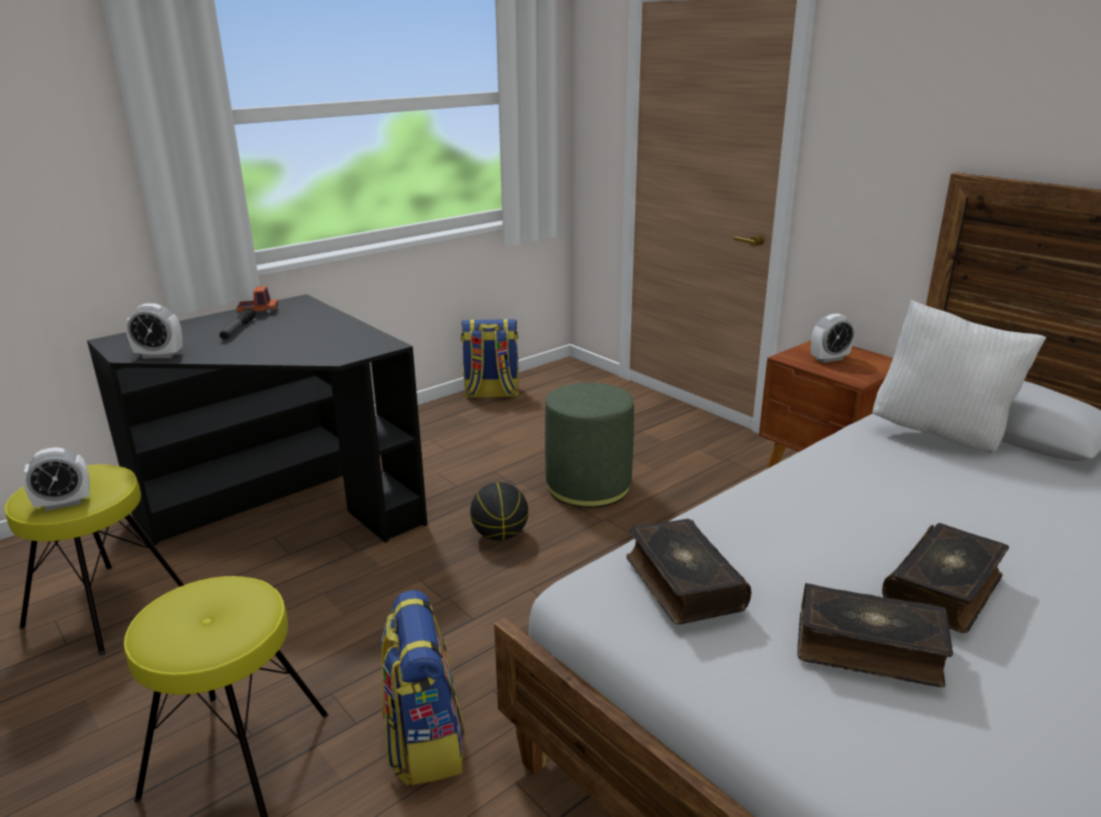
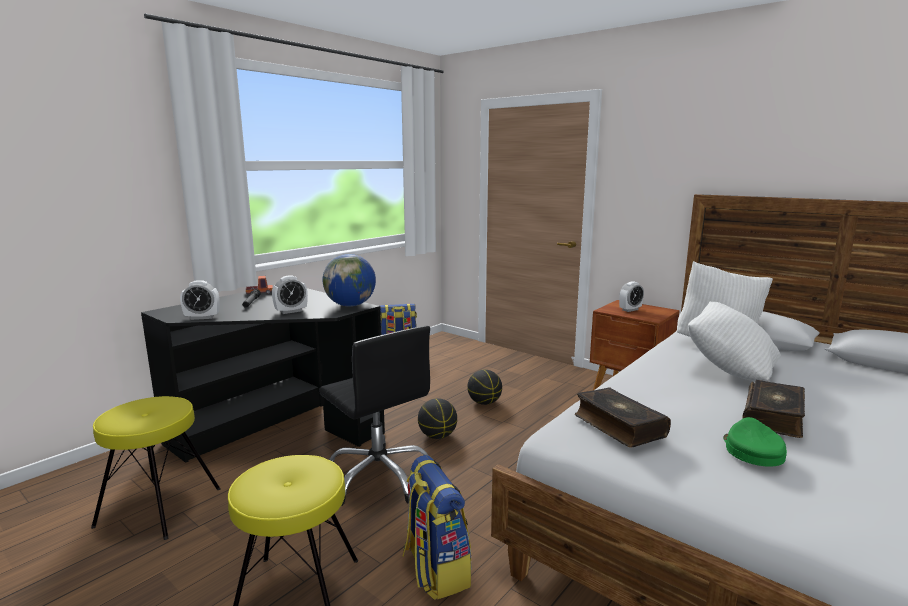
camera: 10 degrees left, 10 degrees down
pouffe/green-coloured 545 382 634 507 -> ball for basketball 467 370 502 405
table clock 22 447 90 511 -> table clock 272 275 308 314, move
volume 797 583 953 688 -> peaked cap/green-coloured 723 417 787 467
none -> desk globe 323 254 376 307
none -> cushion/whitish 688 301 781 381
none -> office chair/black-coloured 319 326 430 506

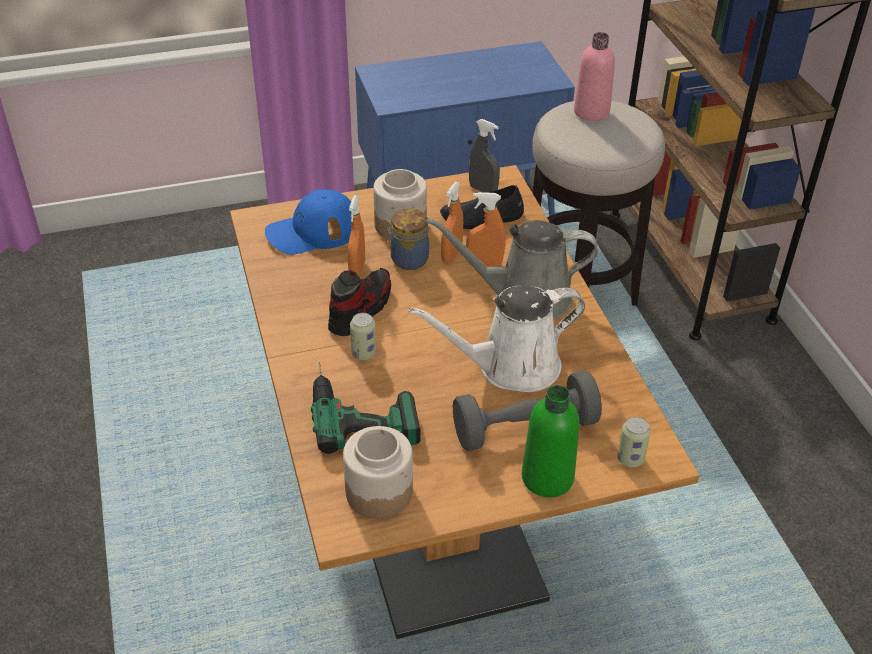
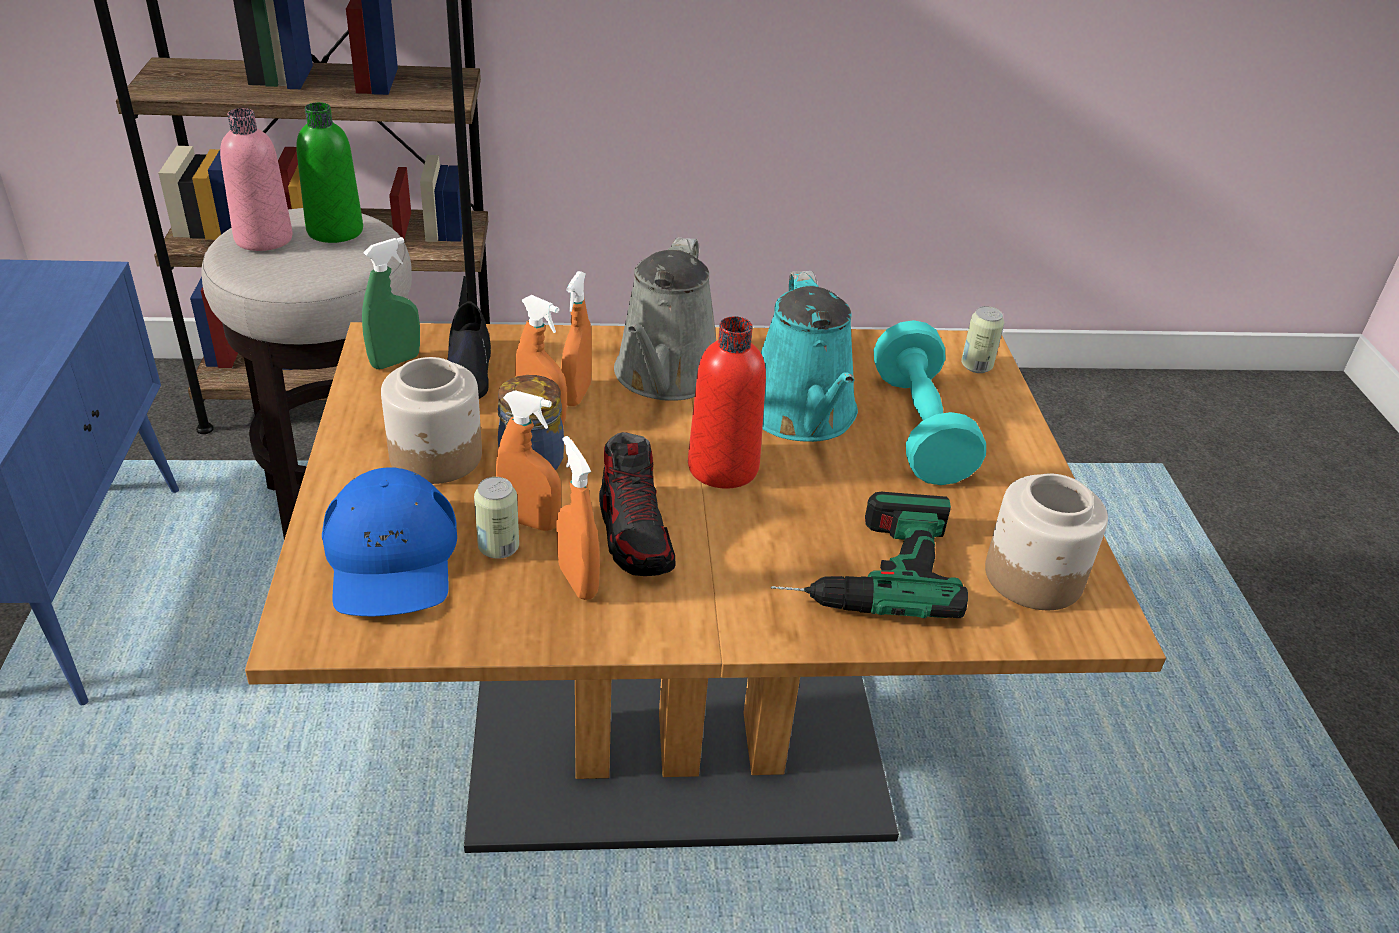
camera: 80 degrees left, 5 degrees down
sprayer/grey 469 119 500 193 -> sprayer/green-coloured 362 237 420 369
shoe 328 268 391 336 -> shoe 599 432 675 576, 150 degrees counterclockwise
sprinkling can/whitish 408 285 585 392 -> sprinkling can/turquoise-coloured 761 271 858 442
sealed can 350 313 376 360 -> sealed can 474 477 519 559, move
dumbbell/grey 453 370 602 451 -> dumbbell/turquoise-coloured 874 320 986 485
bottle/green-coloured 522 385 580 497 -> bottle/green-coloured 296 102 363 243, move
none -> bottle/reddish 688 316 766 488
none -> sprayer/orange-coloured 556 436 600 600

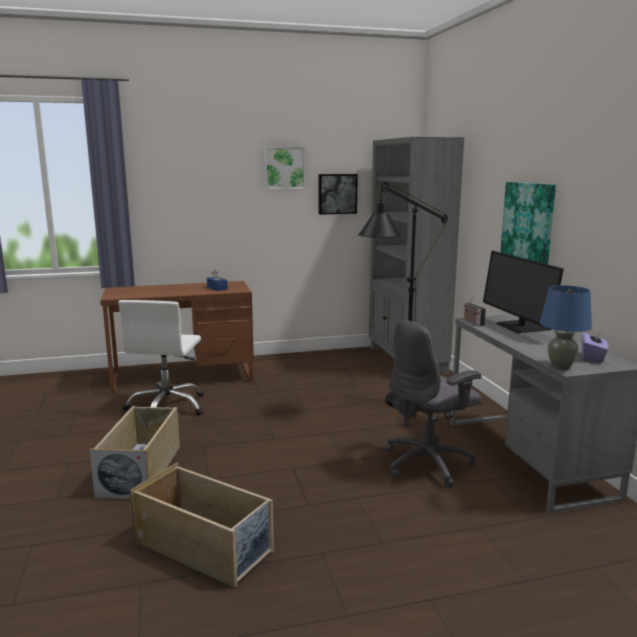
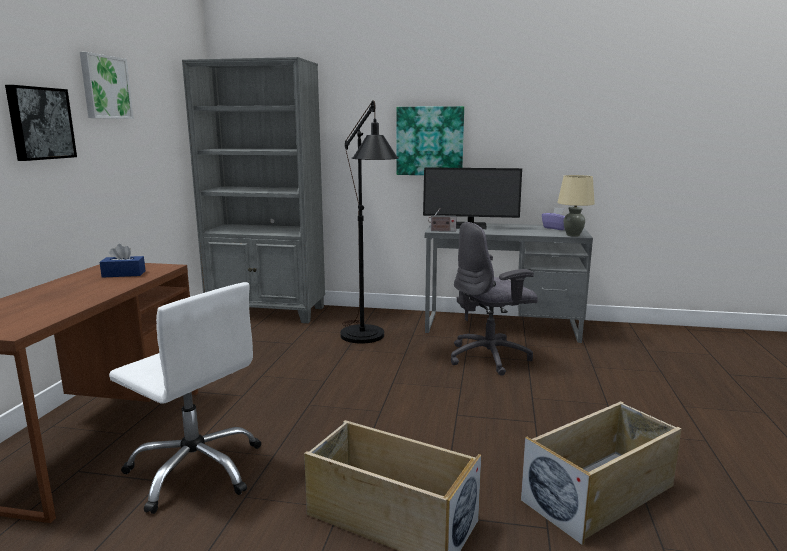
camera: 65 degrees left, 0 degrees up
picture 319 174 358 215 -> picture 5 85 77 161, move
table lamp/blue 540 285 592 370 -> table lamp/beige-coloured 557 175 595 237
office chair/grey 385 320 482 488 -> office chair/grey 451 222 538 376, 75 degrees clockwise

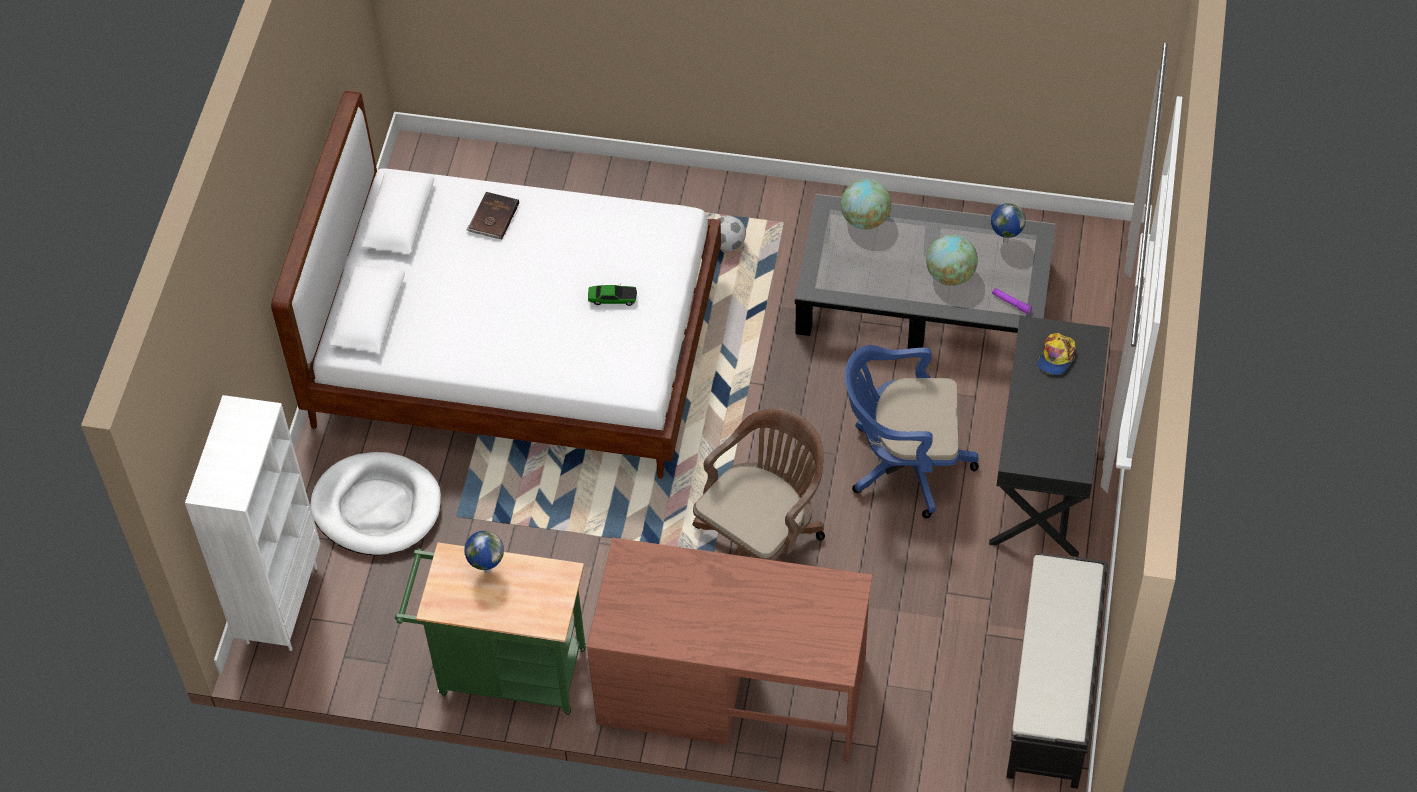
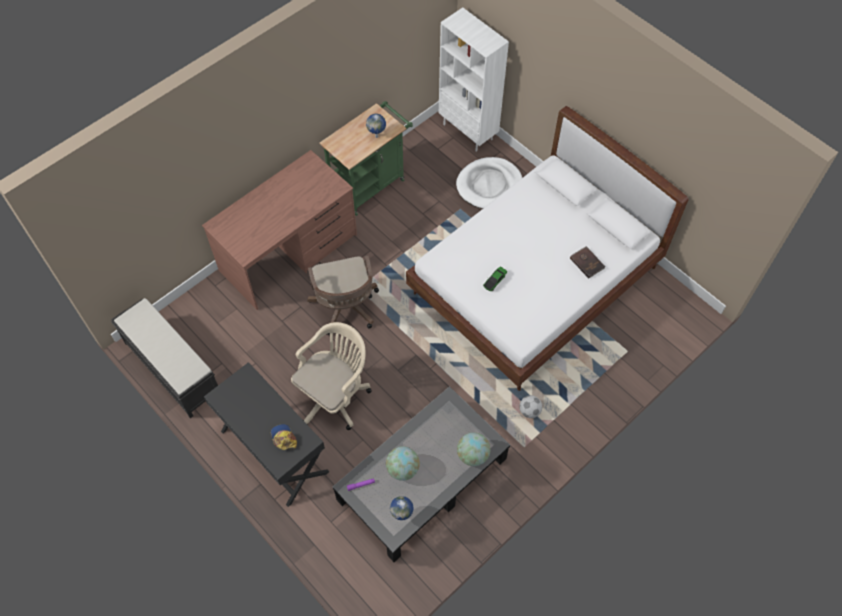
camera: 125 degrees right, 5 degrees up
office chair/blue 845 345 979 519 -> office chair/beige-coloured 291 322 371 430

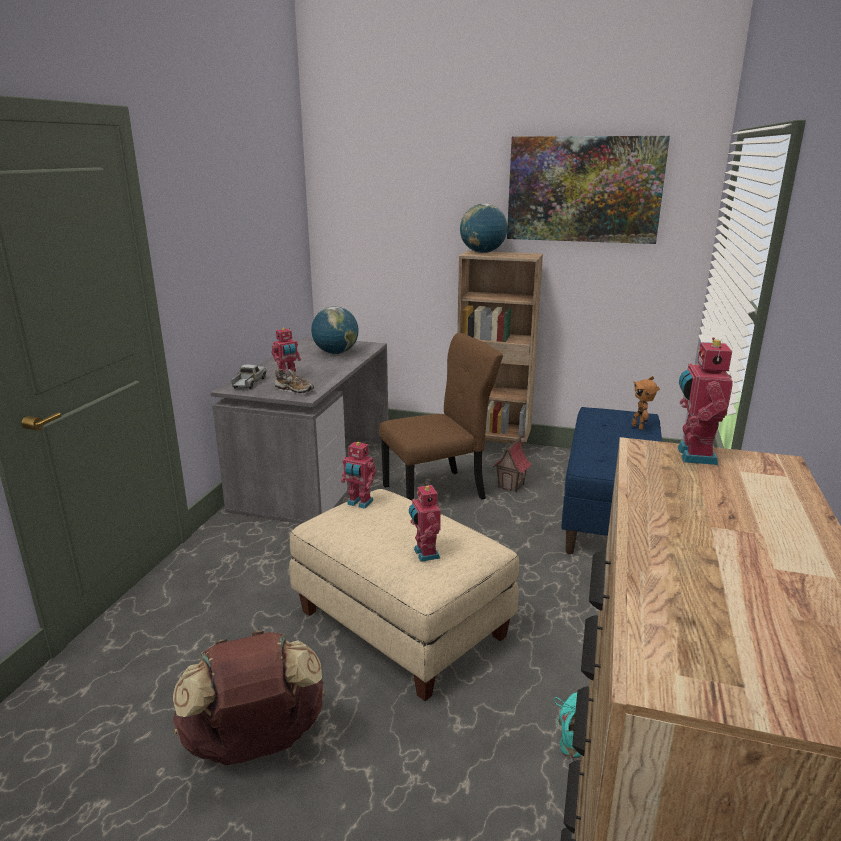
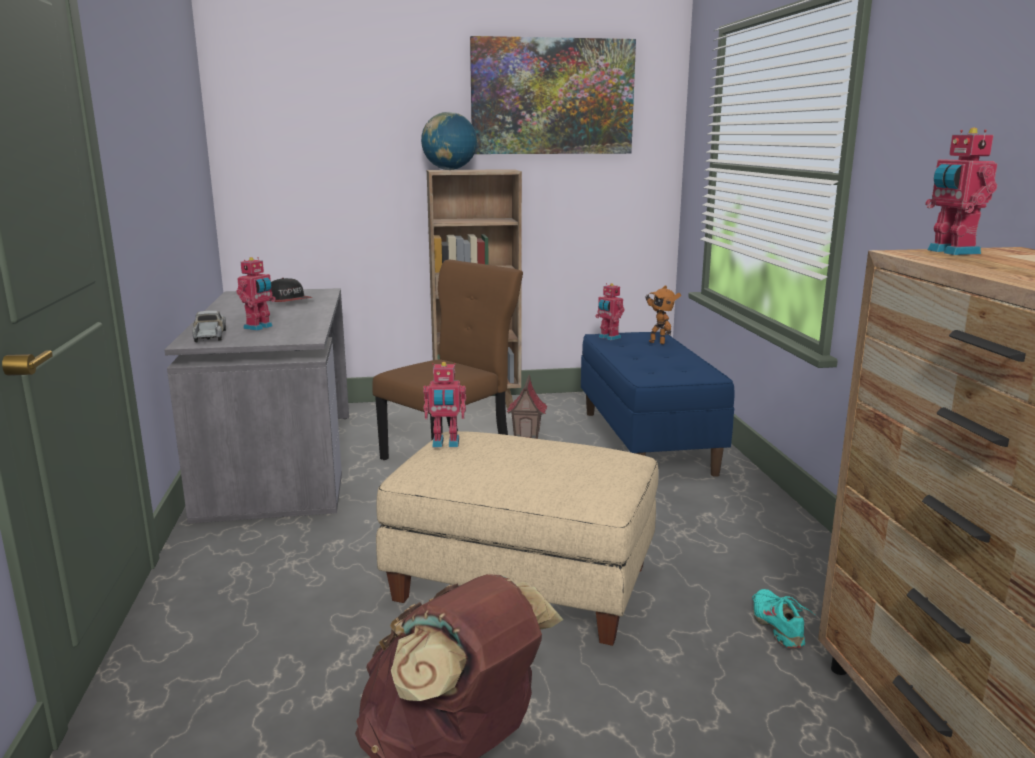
camera: 25 degrees left, 5 degrees down
desk globe 311 306 359 354 -> peaked cap 270 278 313 302
shoe 275 369 314 394 -> none
model robot 409 483 441 562 -> model robot 595 283 625 340, move

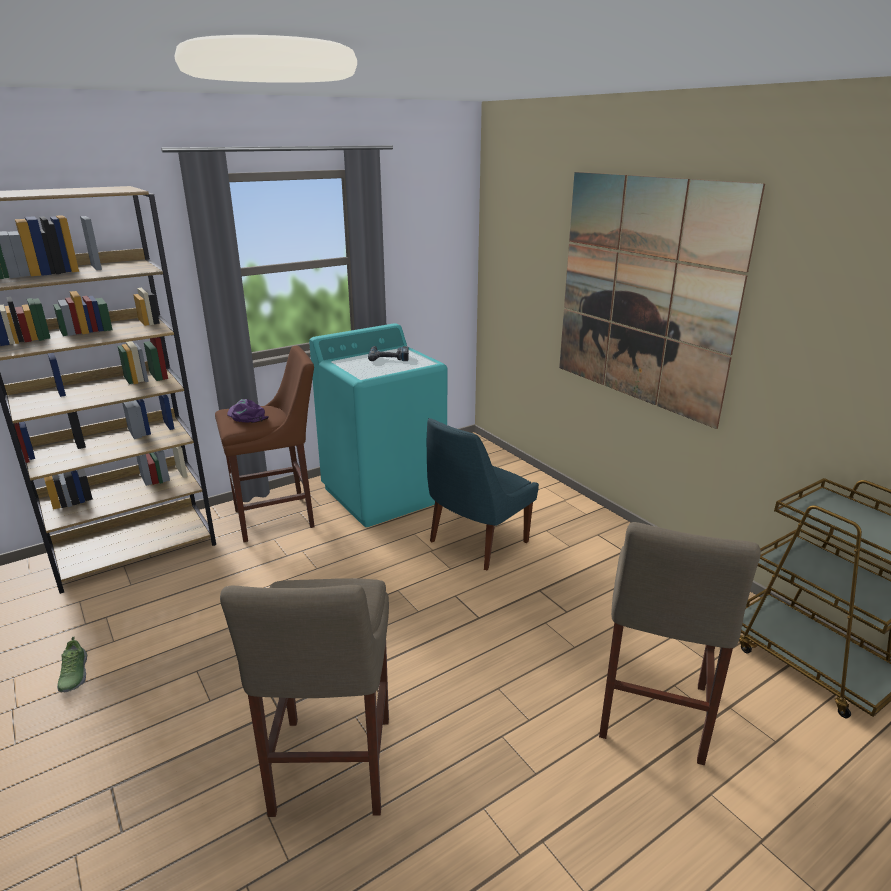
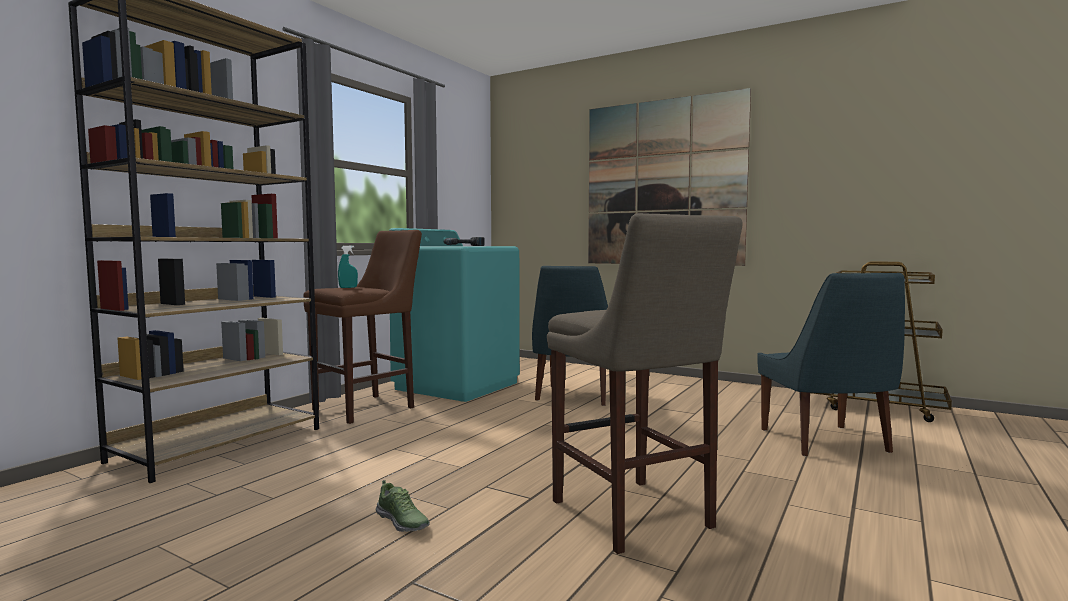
camera: 25 degrees left, 20 degrees down
peaked cap/purplish 227 399 269 423 -> sprayer/turquoise-coloured 338 246 358 288
stool seat/beige-coloured 599 522 761 765 -> upright chair/blue 757 273 905 456
shoe 57 637 87 692 -> shoe 376 480 430 532, move

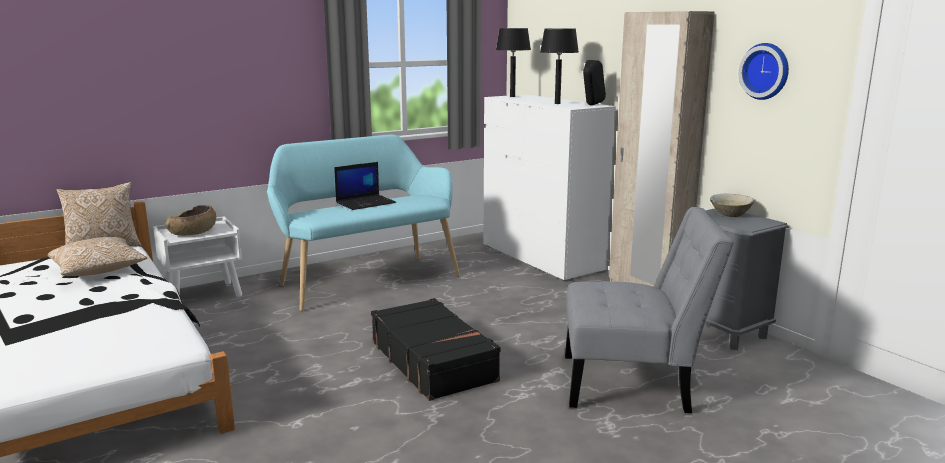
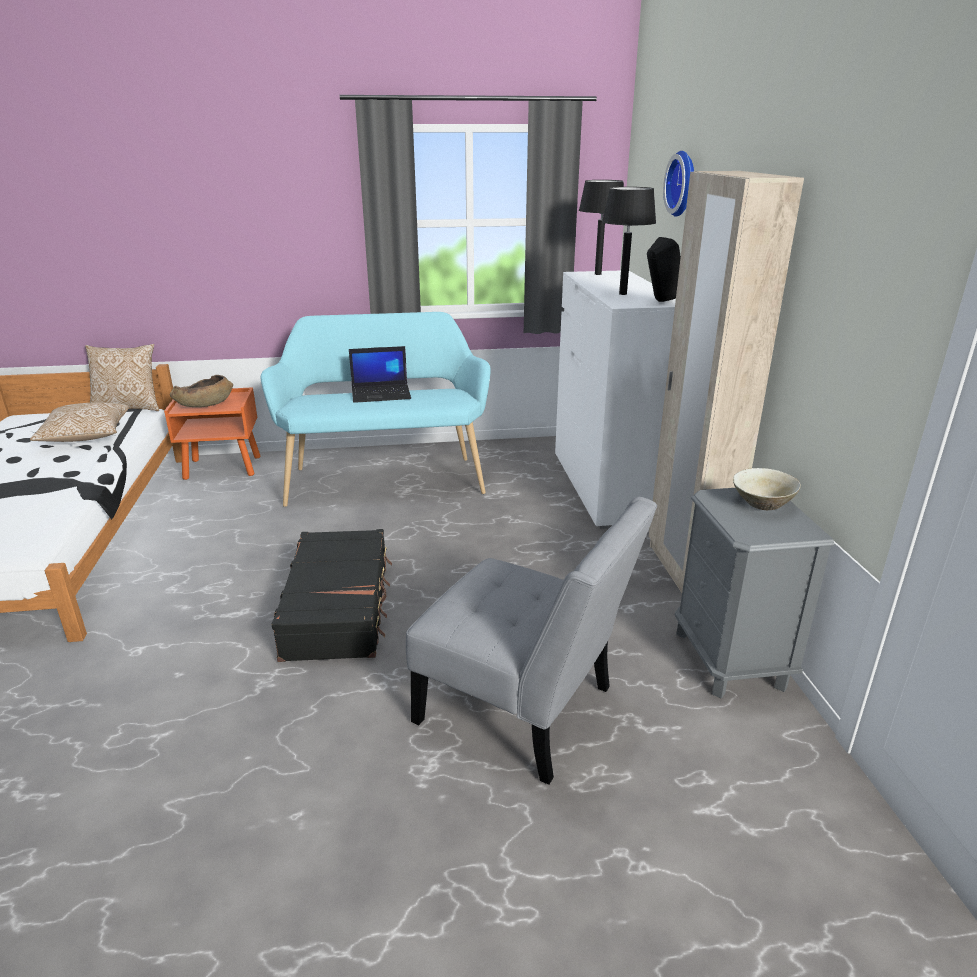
camera: 25 degrees right, 10 degrees up
wall clock 738 43 789 100 -> wall clock 663 151 694 217, move
nightstand/whitish 153 217 242 297 -> nightstand/orange-coloured 164 387 260 480

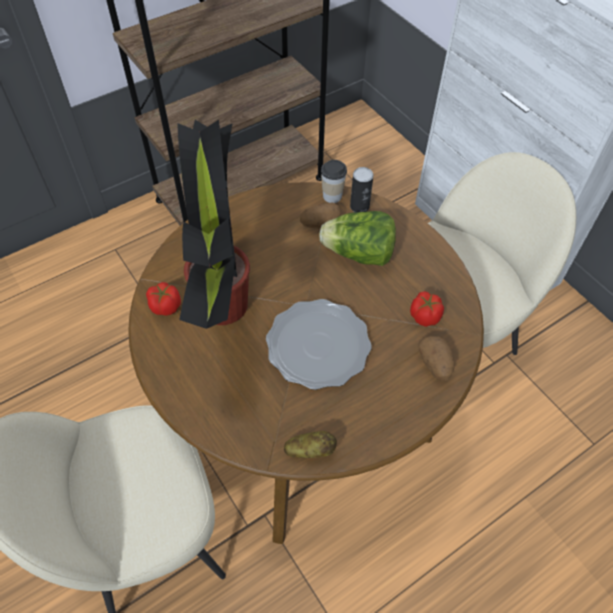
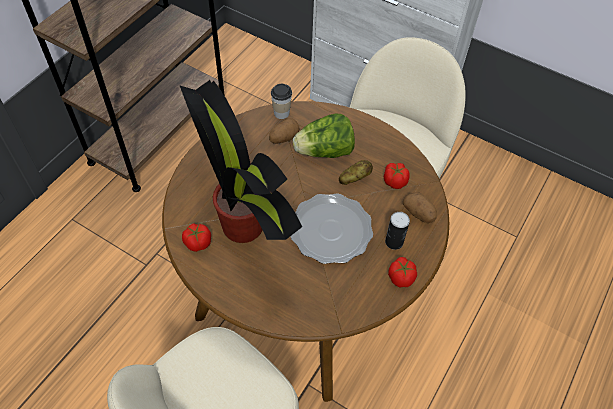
camera: 25 degrees left, 0 degrees up
sealed can 350 167 374 212 -> sealed can 385 212 410 250, move
whole potato 284 431 337 458 -> whole potato 339 160 373 185, move
none -> fresh tomato 388 257 417 288

